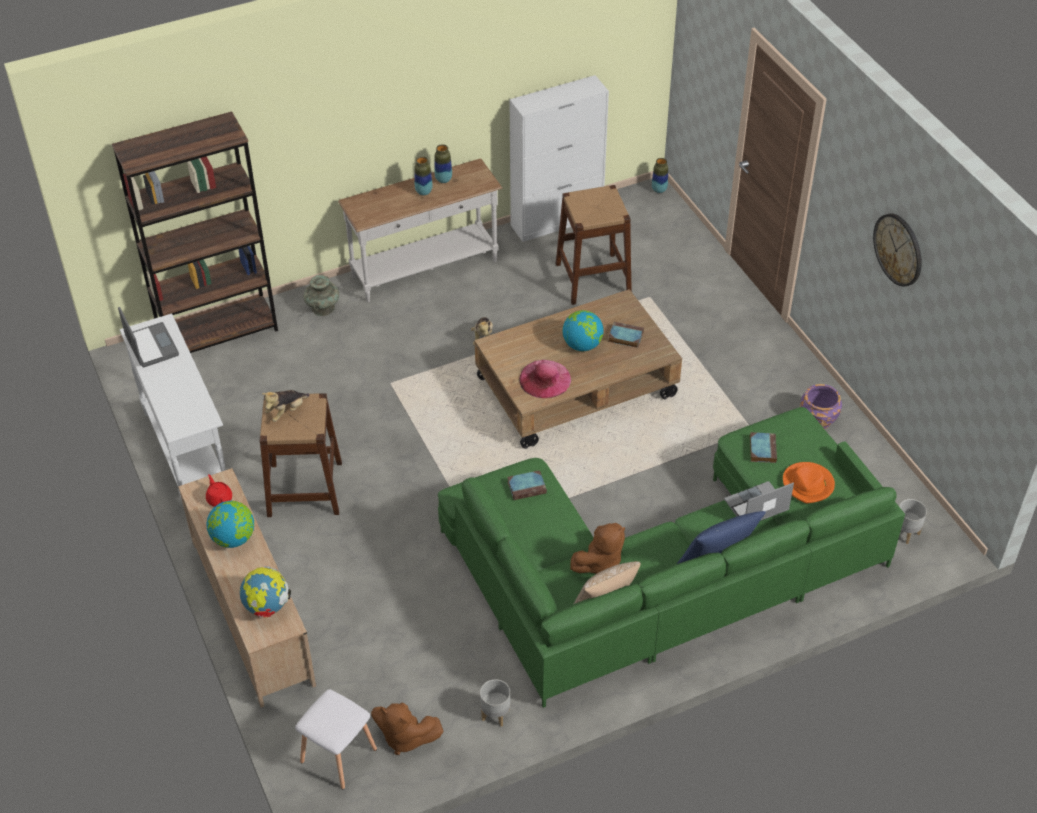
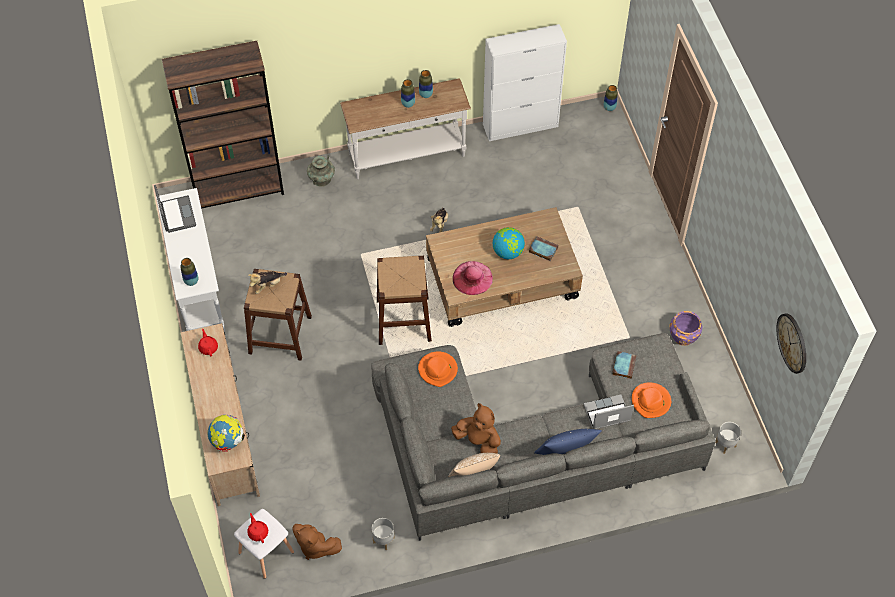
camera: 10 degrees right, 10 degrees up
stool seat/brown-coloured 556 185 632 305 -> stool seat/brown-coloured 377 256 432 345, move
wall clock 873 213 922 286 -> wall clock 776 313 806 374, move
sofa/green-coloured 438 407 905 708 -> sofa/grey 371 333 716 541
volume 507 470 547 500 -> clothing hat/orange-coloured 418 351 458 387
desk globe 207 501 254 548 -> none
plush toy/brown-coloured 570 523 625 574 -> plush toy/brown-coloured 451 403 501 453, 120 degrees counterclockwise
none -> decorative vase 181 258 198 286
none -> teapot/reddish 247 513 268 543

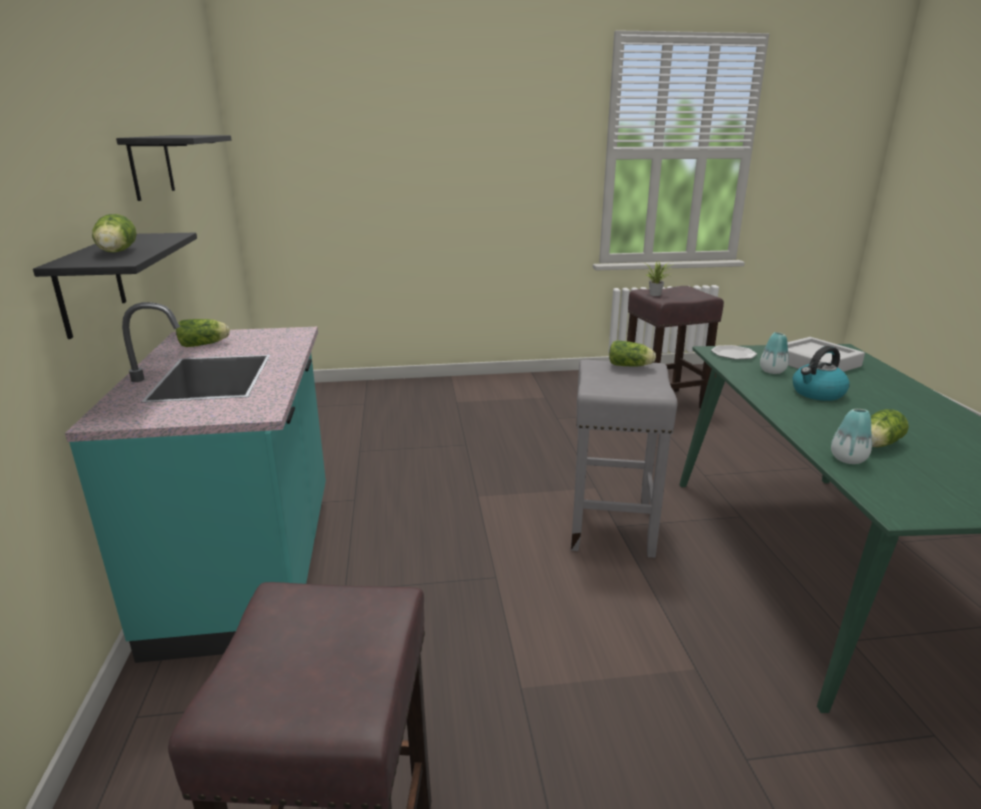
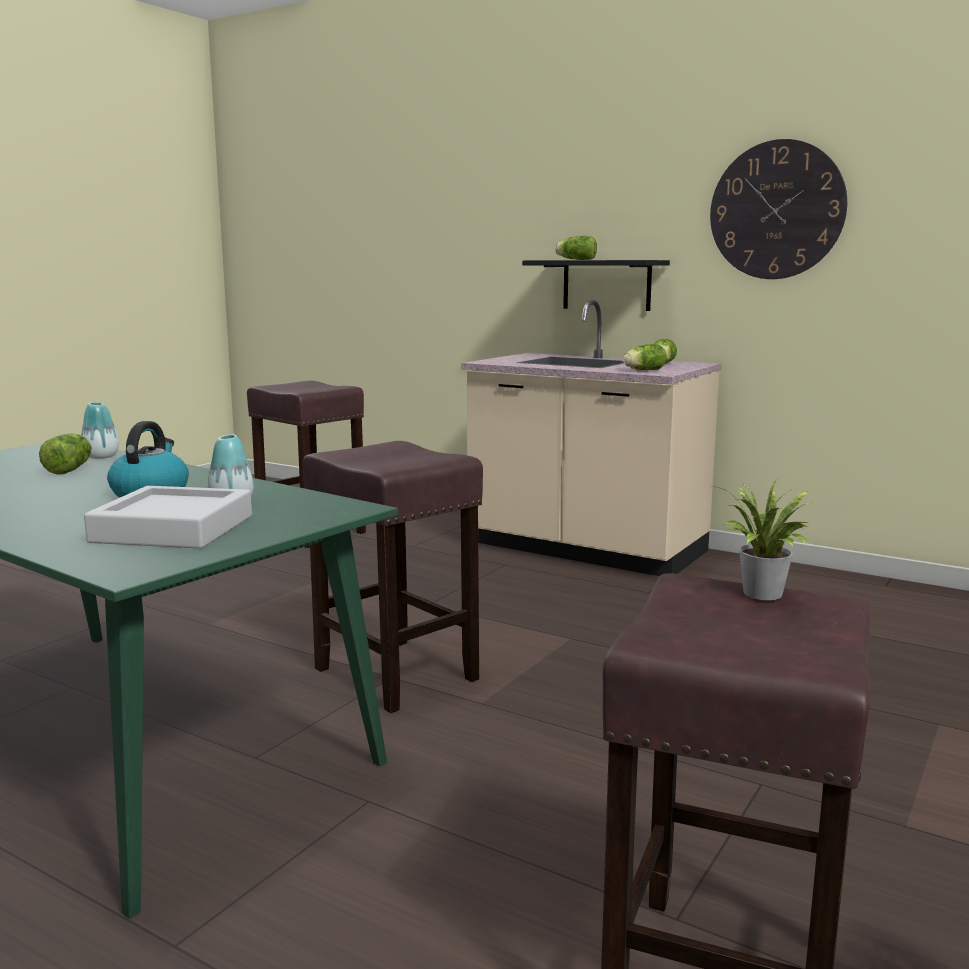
camera: 130 degrees right, 10 degrees down
shelf/black-coloured 116 135 232 201 -> wall clock 710 139 847 279
kitchen counter/turquoise-coloured 65 302 326 663 -> kitchen counter/beige-coloured 461 300 722 576
lettuce 609 340 656 367 -> lettuce 623 344 667 370, move
flat dish 711 345 757 360 -> none
stool seat/grey 571 360 677 558 -> stool seat/brown-coloured 302 441 483 713

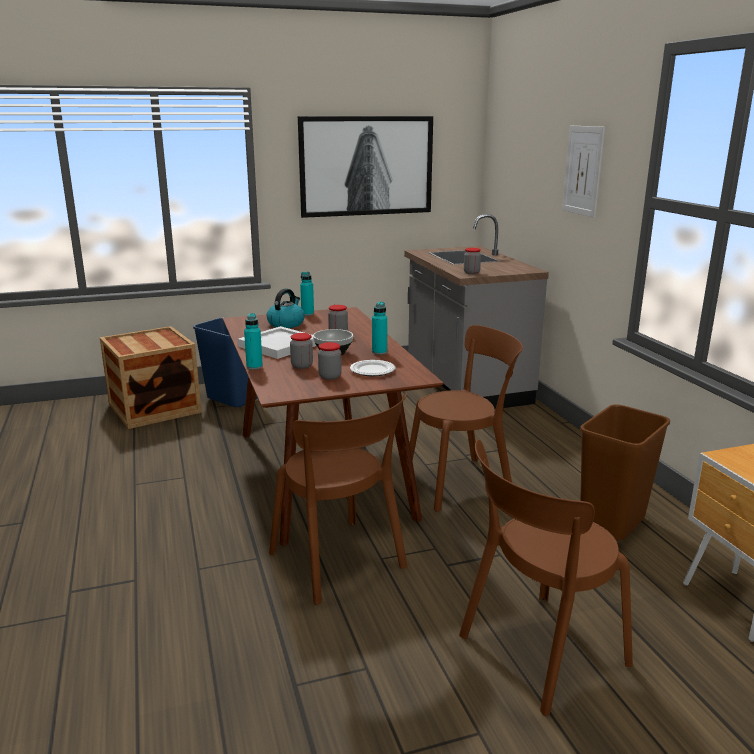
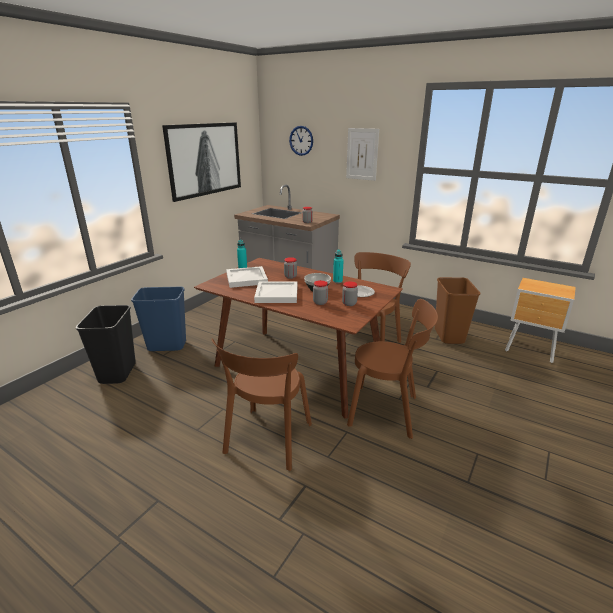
camera: 40 degrees left, 5 degrees up
tea kettle 267 289 305 328 -> carrying tray/whitish 226 266 268 288
bottle/turquoise-coloured 244 313 263 370 -> none
packing crate 100 326 201 429 -> rubbish bin/black-coloured 76 305 136 384
upright chair/brown-coloured 459 439 633 716 -> upright chair/brown-coloured 212 339 312 471, move
none -> wall clock 289 126 313 156

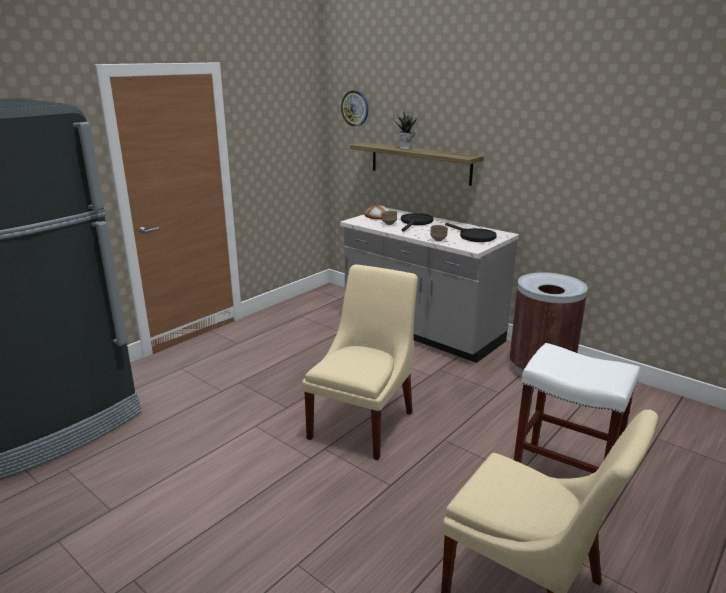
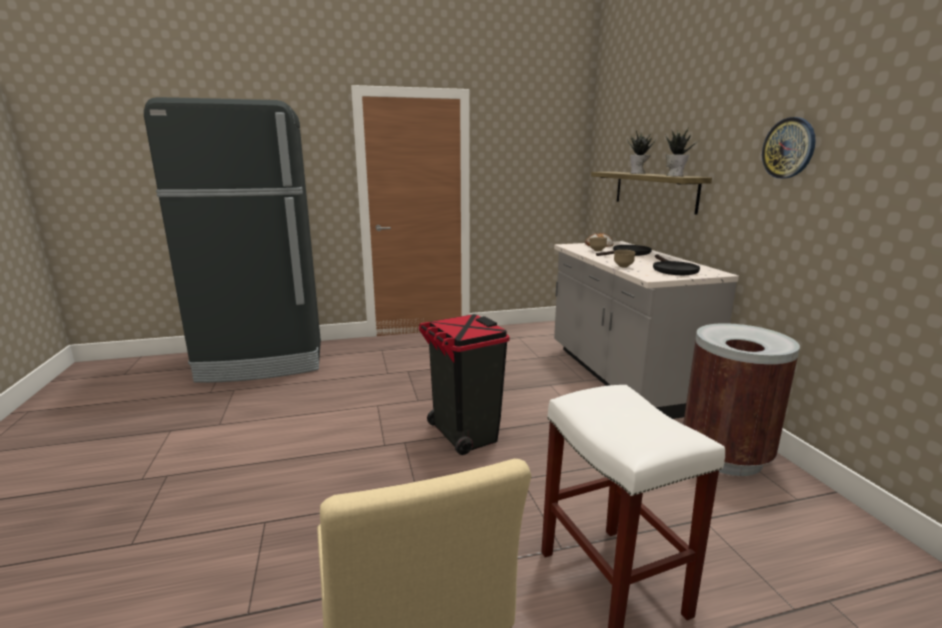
camera: 35 degrees right, 5 degrees down
wall clock 341 90 369 126 -> wall clock 762 117 816 178, move
upright chair/beige-coloured 303 264 418 460 -> rubbish bin/black-coloured 418 314 510 455
none -> potted plant 665 127 699 176

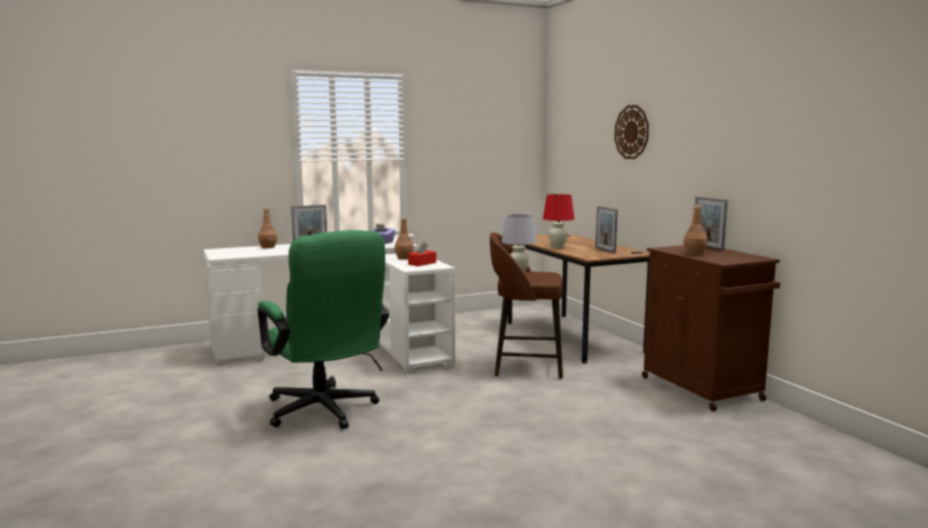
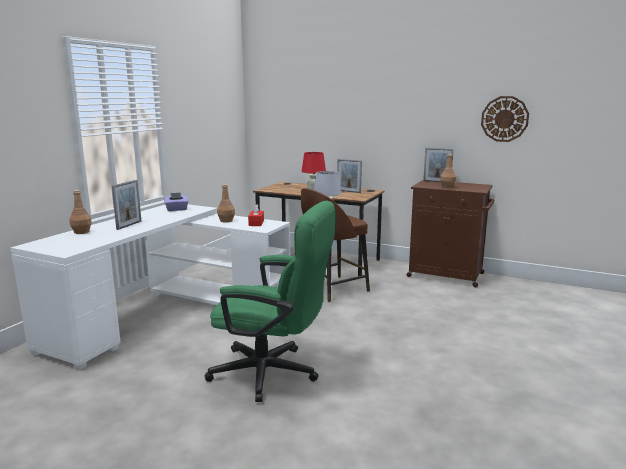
camera: 40 degrees left, 5 degrees up
wall clock 614 105 649 159 -> wall clock 481 96 529 142, move

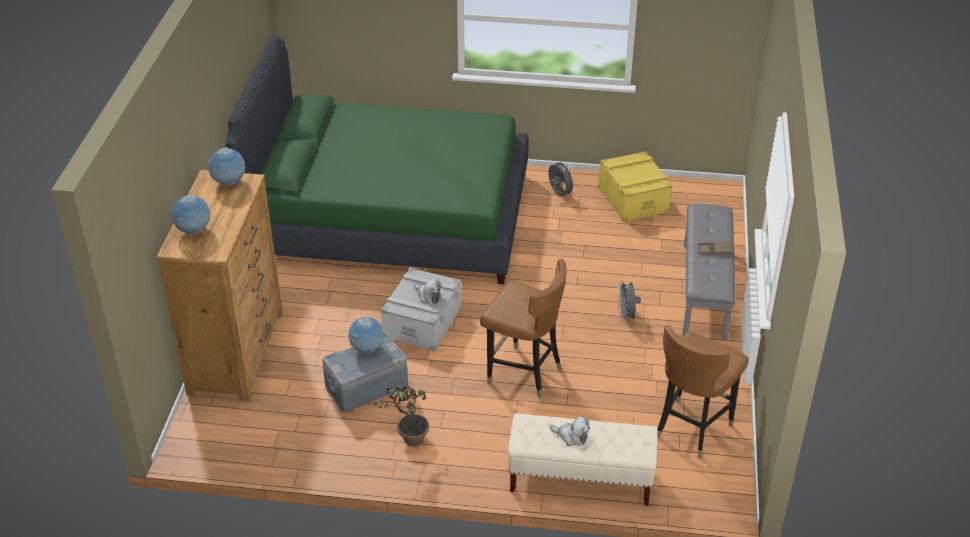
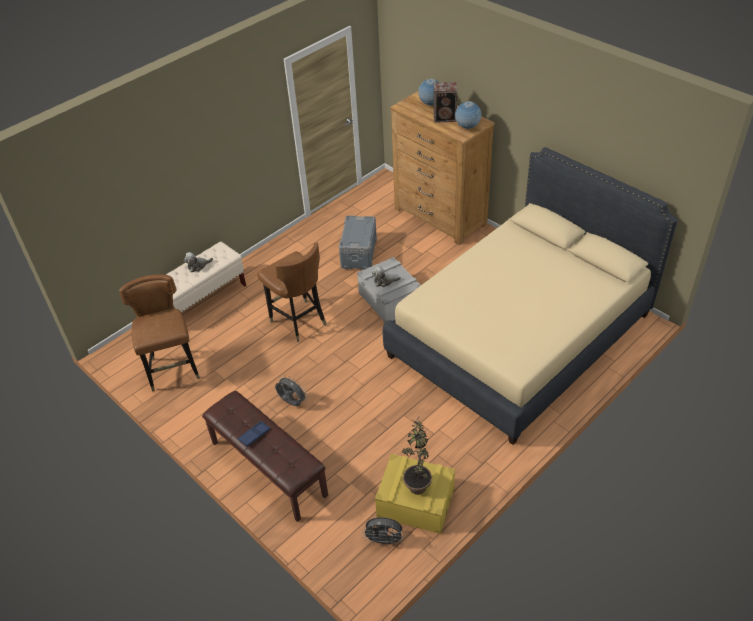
camera: 130 degrees right, 5 degrees up
sleeping bed/green-coloured 226 34 529 284 -> sleeping bed/beige-coloured 383 147 678 445
electric fan/grey 548 160 576 196 -> electric fan/grey 362 517 404 547, move
indoor bench/grey 682 204 735 341 -> indoor bench/brown-coloured 202 391 328 522
carrying tray/brown-coloured 698 242 732 254 -> carrying tray/blue 238 421 271 446
upright chair/brown-coloured 480 259 567 399 -> upright chair/brown-coloured 257 242 327 342, 105 degrees counterclockwise
desk globe 348 317 384 353 -> none
potted plant 372 386 429 447 -> potted plant 402 415 432 495, move
none -> loudspeaker 434 82 457 123

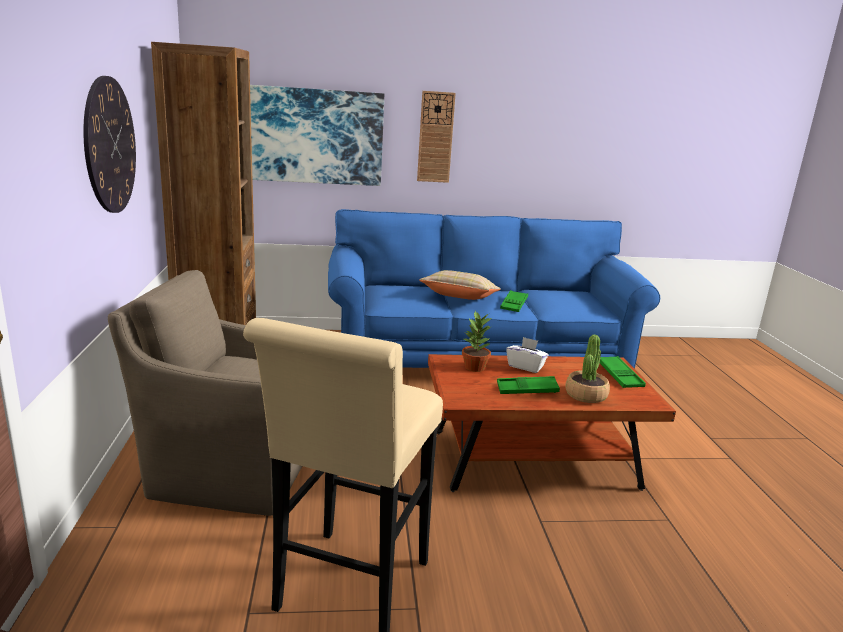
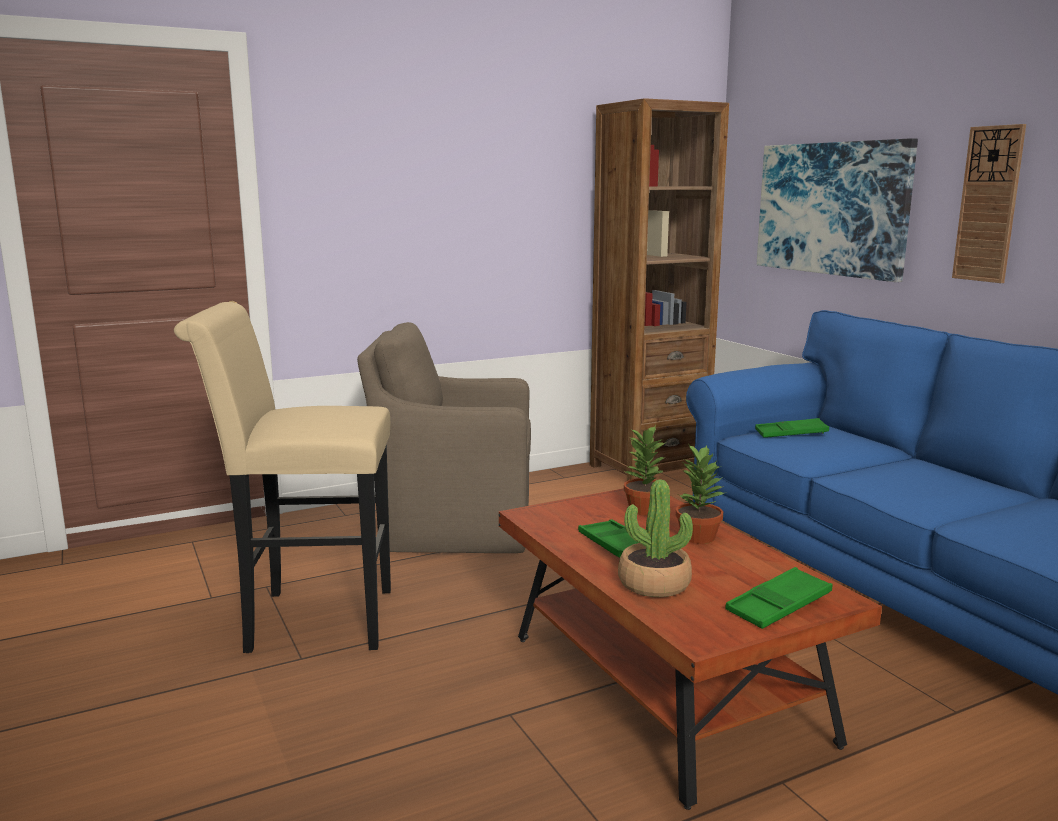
camera: 70 degrees right, 5 degrees down
wall clock 83 76 136 213 -> none
armchair/brown-coloured 108 270 302 516 -> armchair/brown-coloured 357 322 531 553, 75 degrees counterclockwise
cushion/beige-coloured 419 270 501 300 -> none
carrying tray/green-coloured 500 290 528 312 -> carrying tray/green-coloured 755 418 829 437, move
tissue box/whitish 506 337 548 373 -> potted plant 676 445 727 544

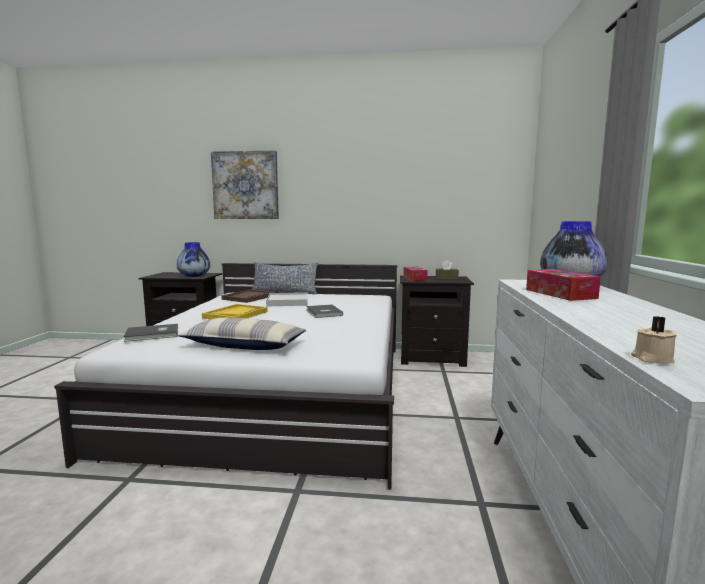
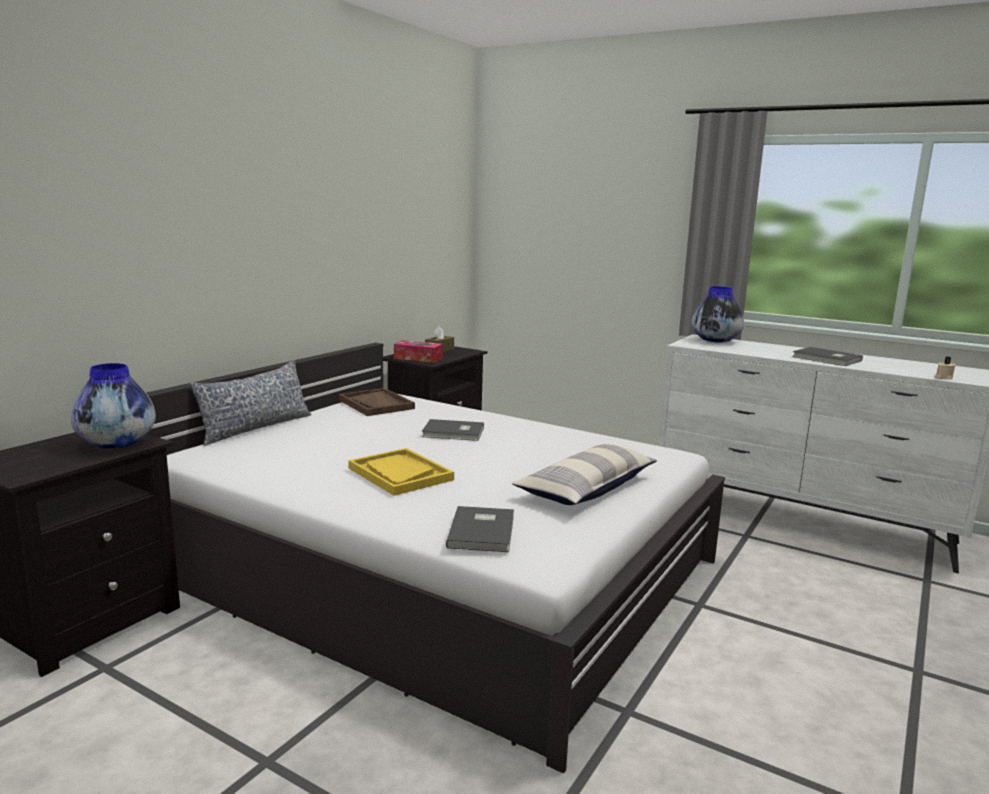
camera: 65 degrees left, 5 degrees up
picture 211 150 279 219 -> none
tissue box 526 269 601 301 -> none
carrying tray/brown-coloured 221 289 275 303 -> carrying tray/brown-coloured 339 388 415 416, move
carrying tray/whitish 266 292 308 306 -> none
none -> volume/grey 792 347 863 366

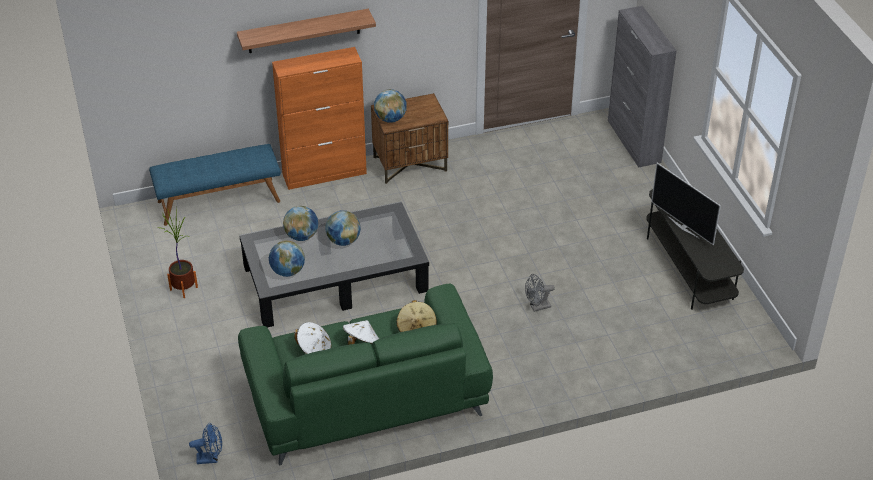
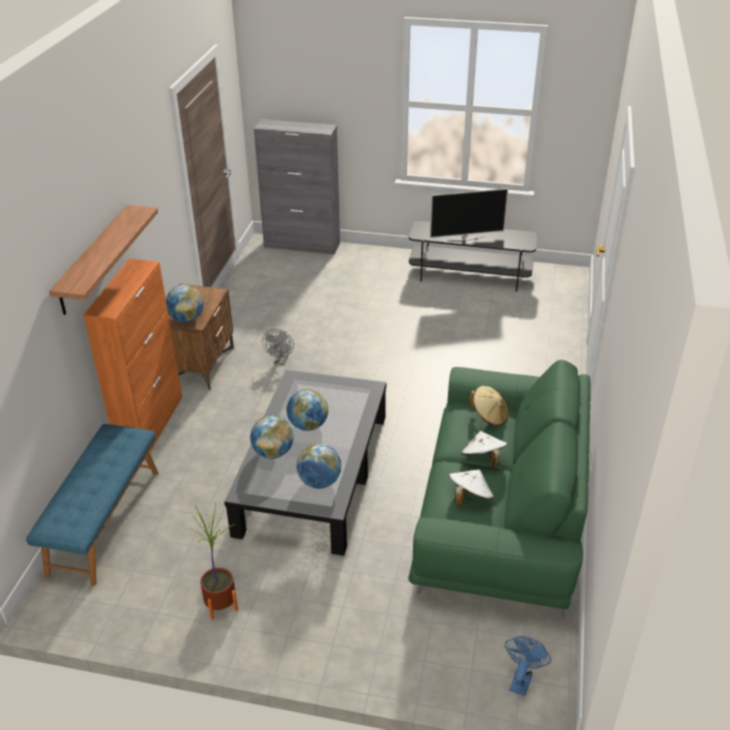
camera: 60 degrees left, 5 degrees down
electric fan/grey 525 274 555 312 -> electric fan/grey 262 329 294 365, move

